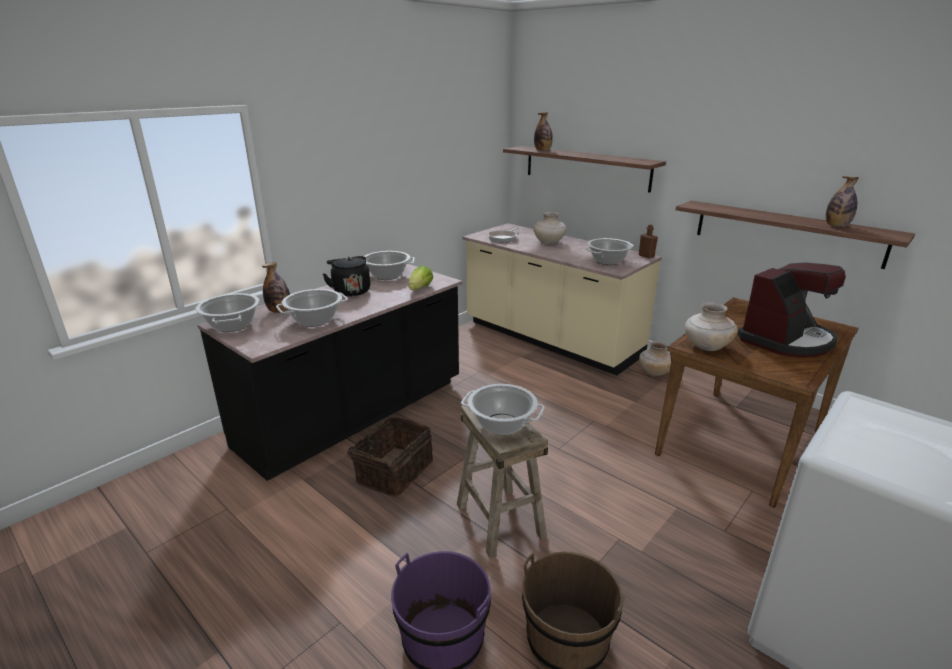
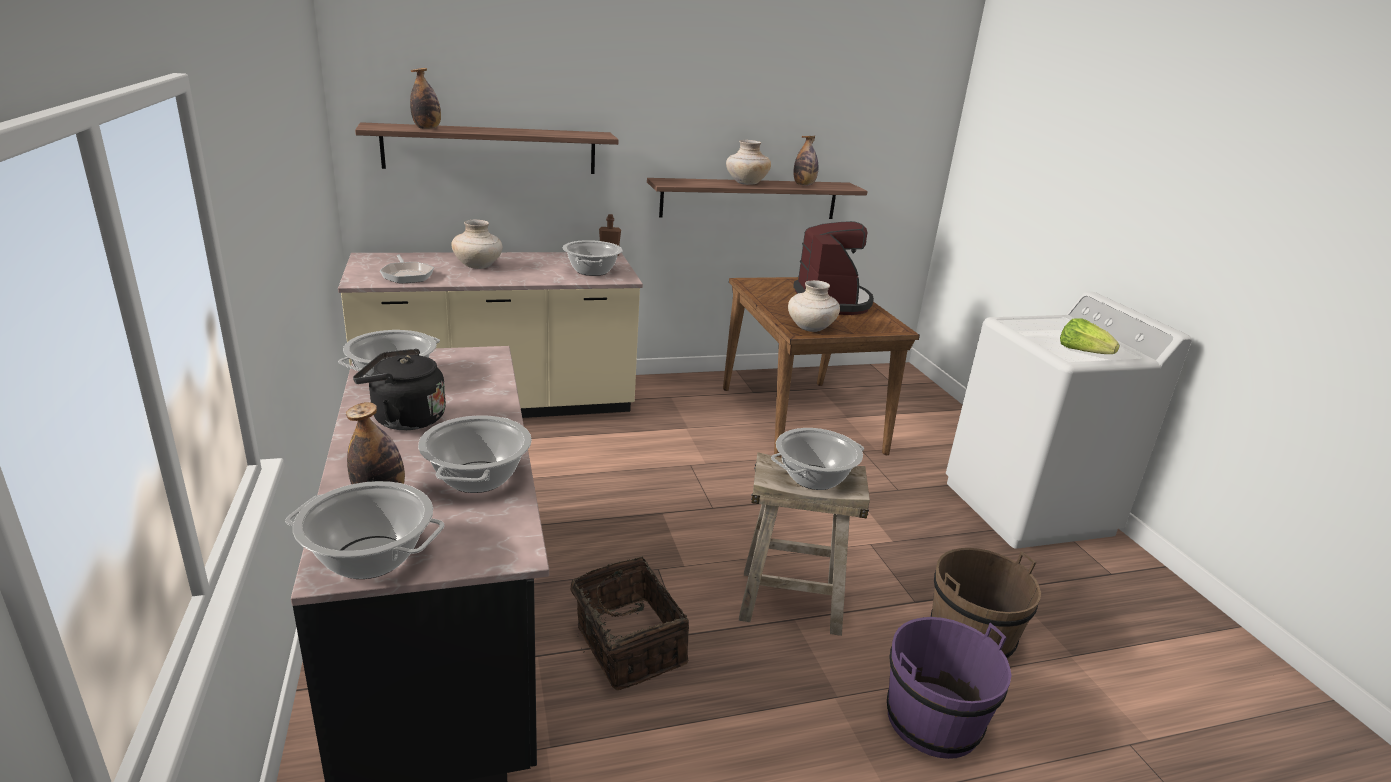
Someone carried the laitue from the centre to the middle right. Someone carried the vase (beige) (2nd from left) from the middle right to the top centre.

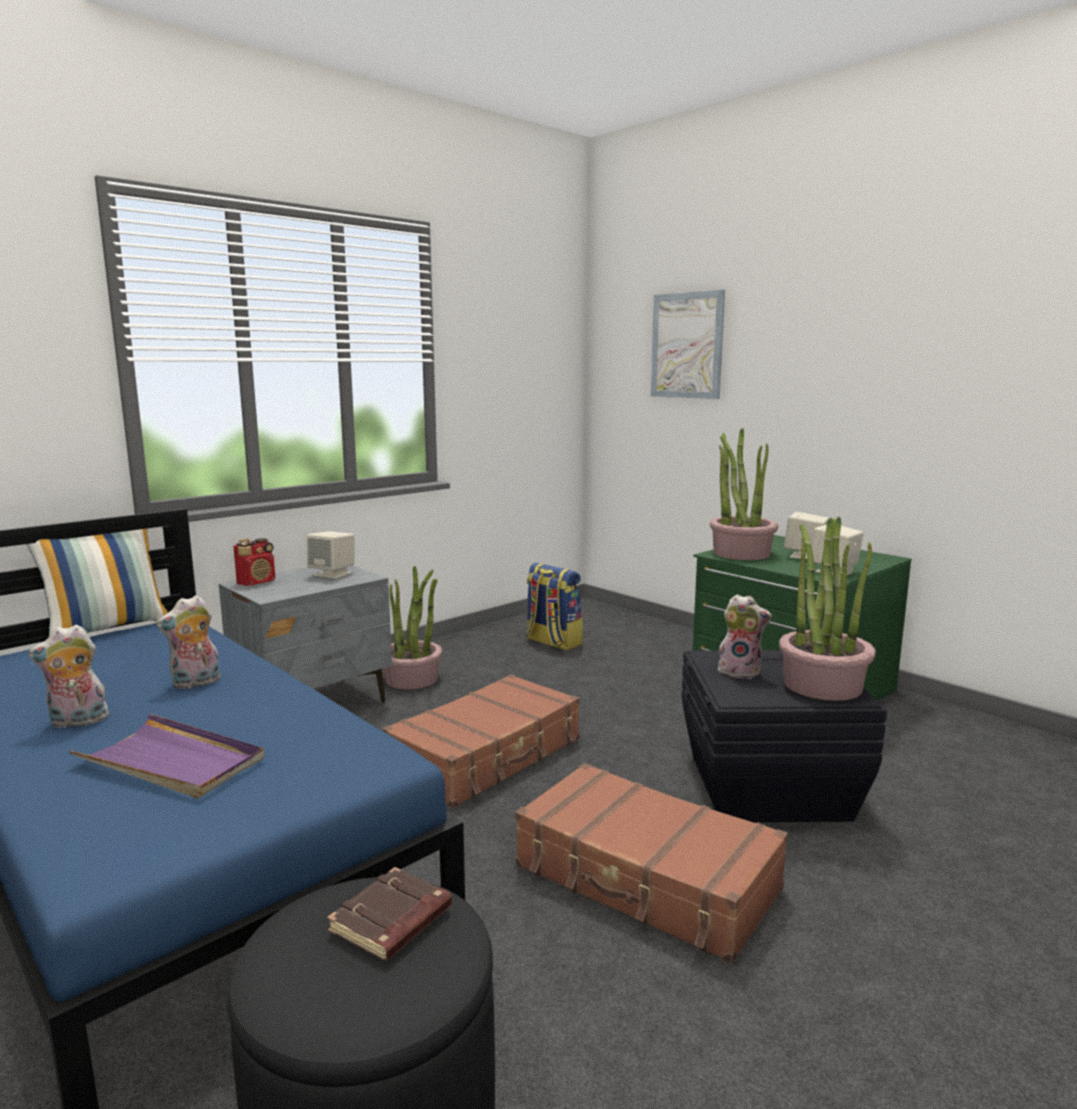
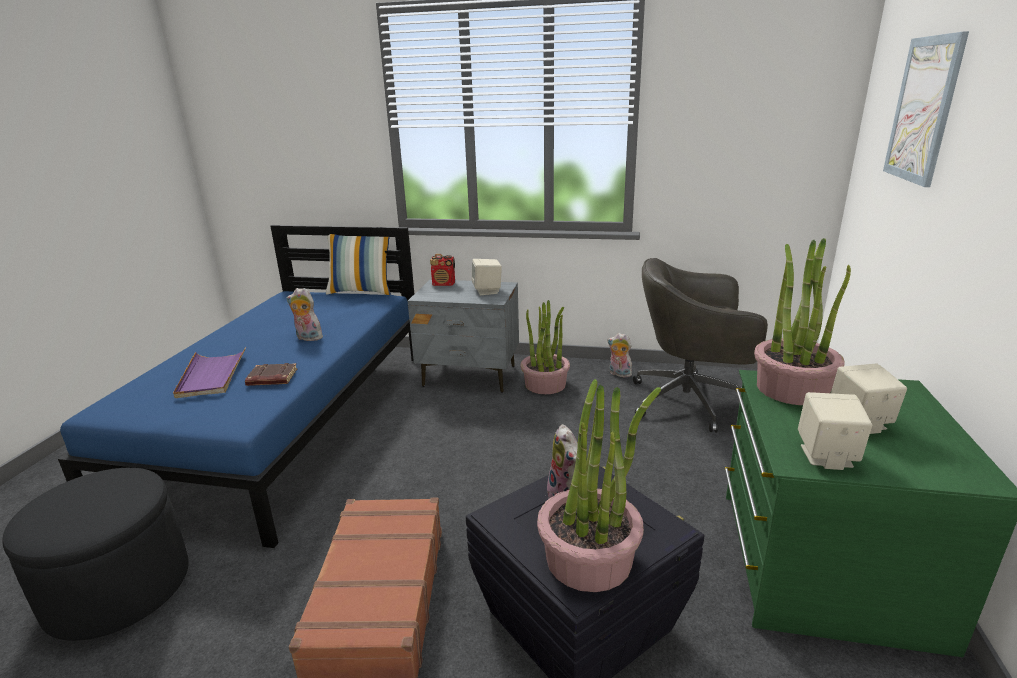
Someone swapped the sac à dos at the centre for the chaise de bureau (gris) at the middle right. Someone carried the peluche (1st from left in the first image) from the middle left to the centre. Someone took away the valise (marron) (1st from left) at the bottom centre. Someone carried the livre (marron) from the bottom centre to the middle left.

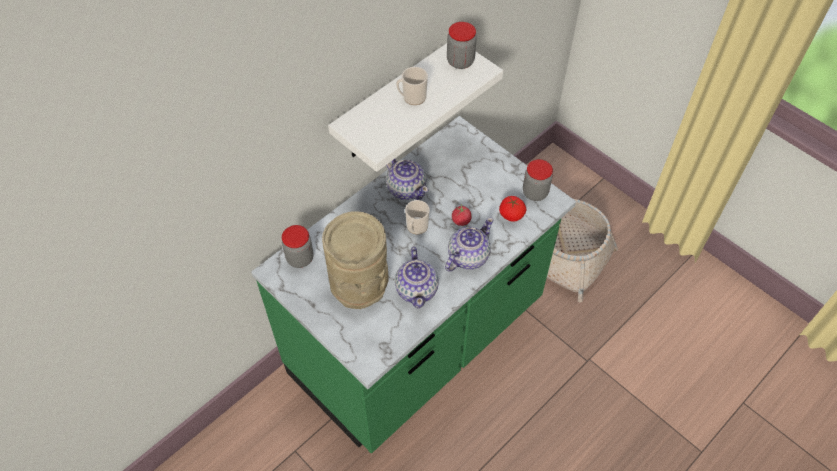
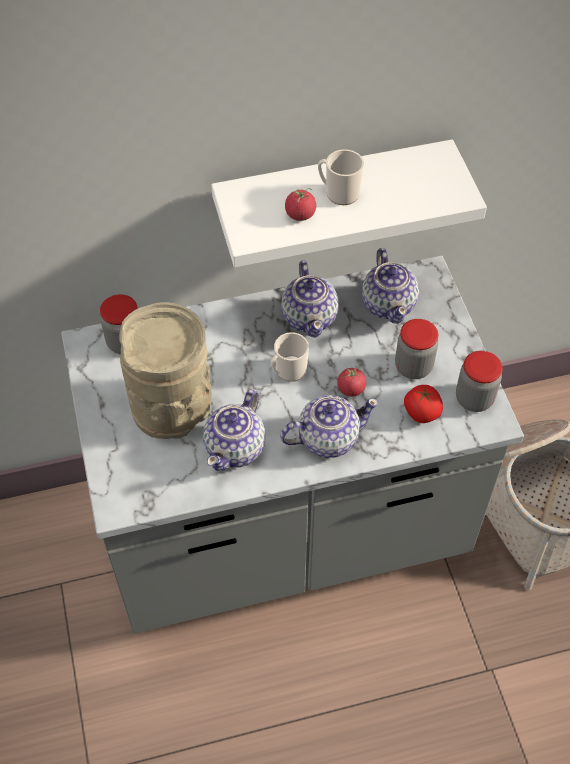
Someone carried the bocal (2nd from left) from the top centre to the middle right. Someone repainted the comptoir de cuisine (vert) at the centre, which became the comptoir de cuisine (gris) at the centre. Someone put down the tomate (1st from left) at the top centre. Someone put down the théière (4th from left) at the middle right.

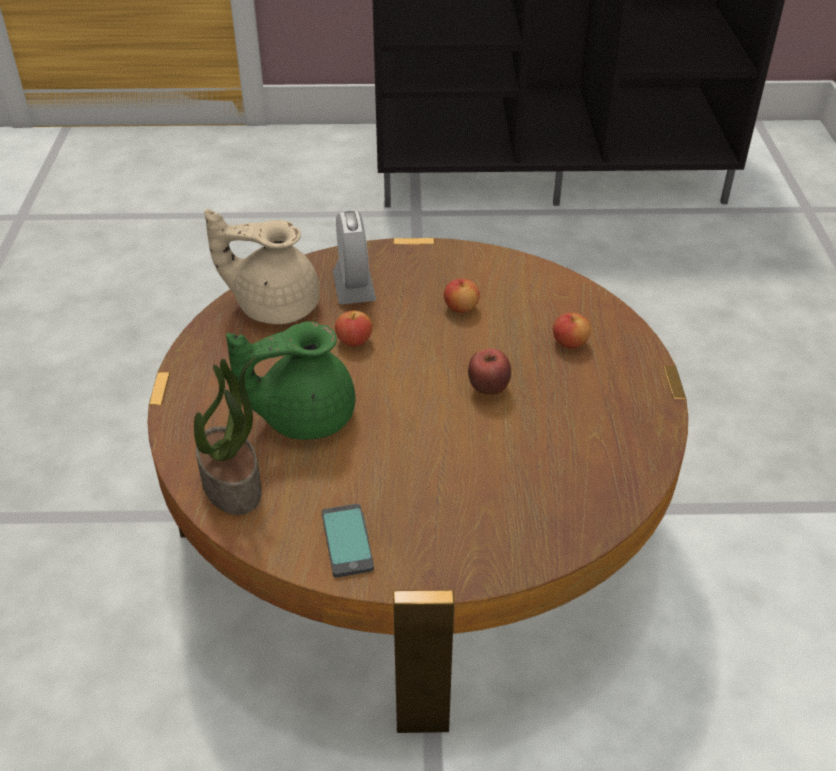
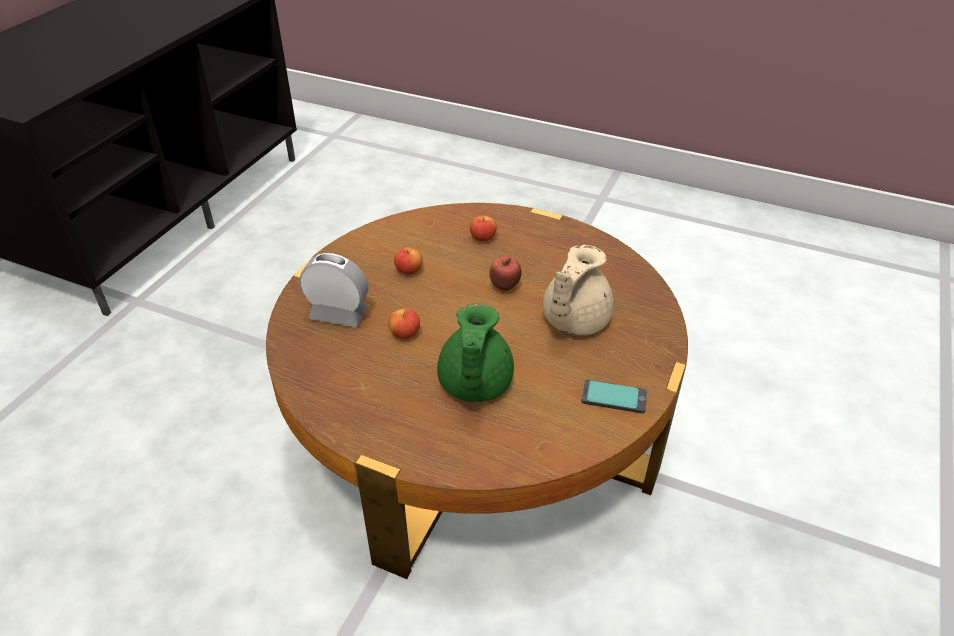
Someone carried the théière (beige) from the middle left to the centre. Someone took away the plante en pot at the middle left.

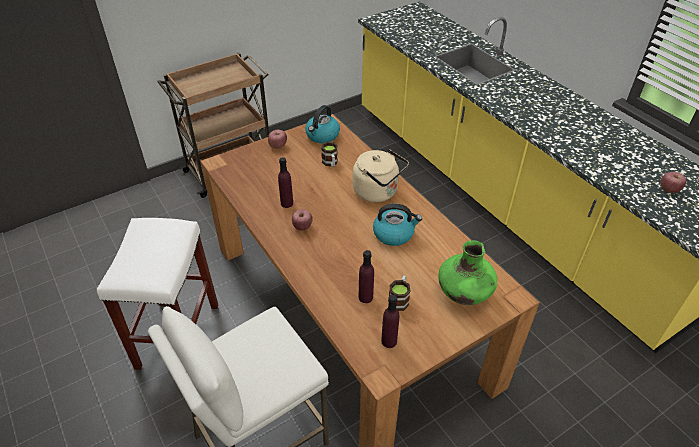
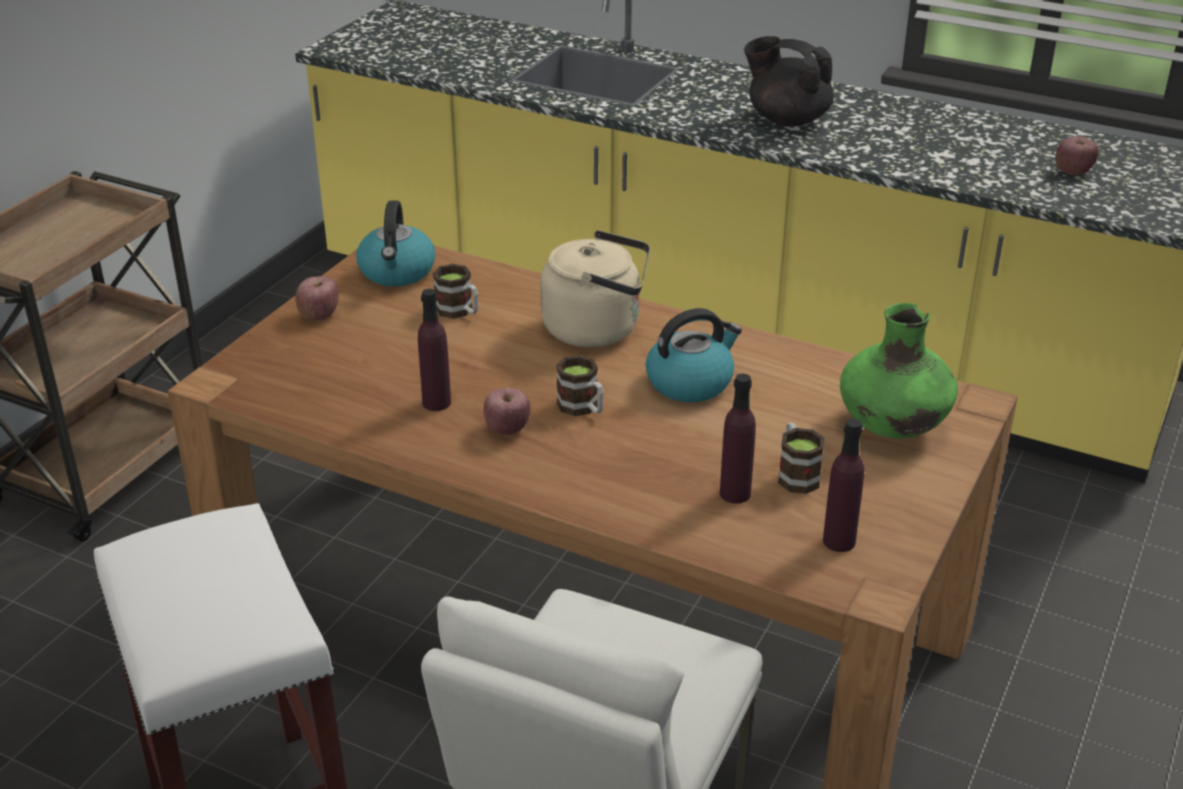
Someone put down the théière (noir) at the top right. Someone put down the mug (2nd from left) at the centre.

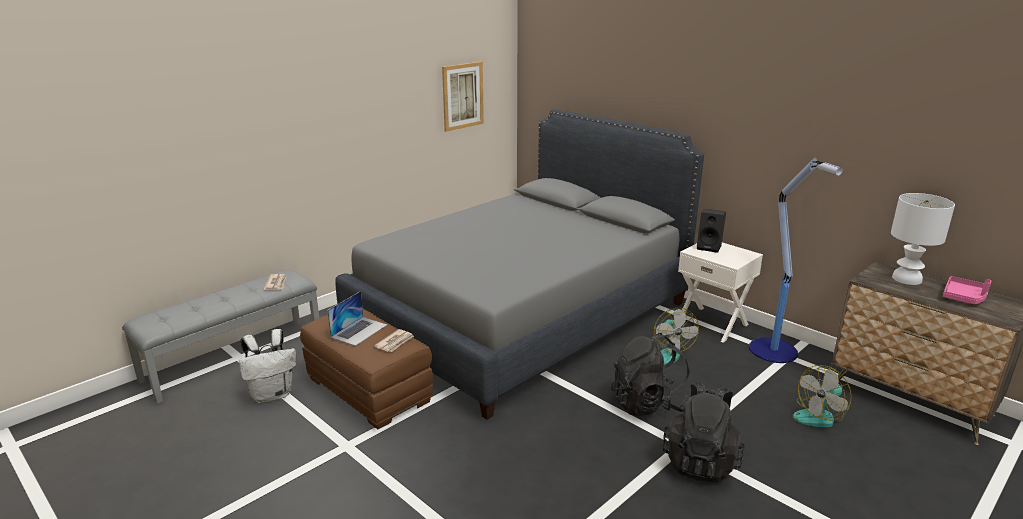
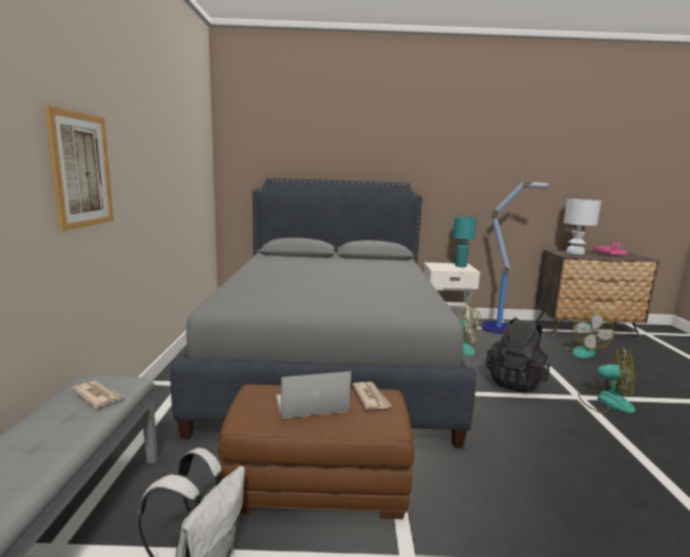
Someone carried the tableau from the top centre to the top left. Someone took away the enceinte (noir) at the middle right. Someone rotated the ordinateur portable at the centre by 90 degrees counterclockwise. Someone swapped the sac à dos (noir) (2nd from left) at the bottom right for the ventilateur (3rd from left) at the bottom right. Someone put down the lampe de table (turquoise) at the middle right.

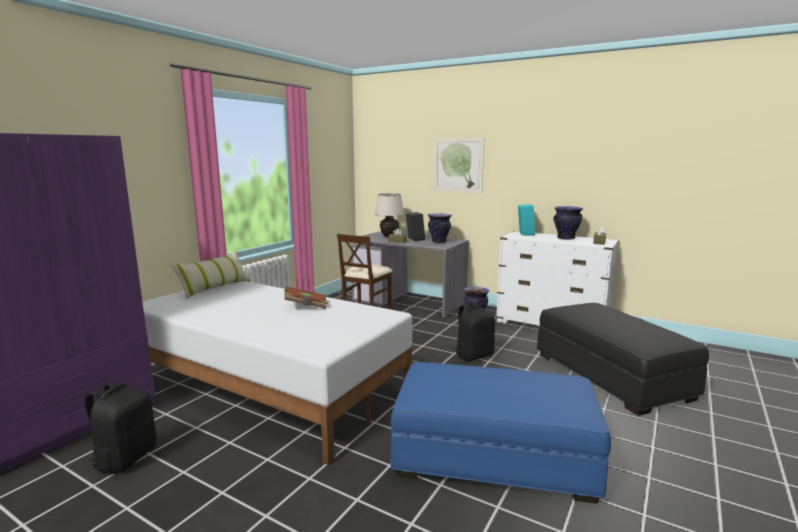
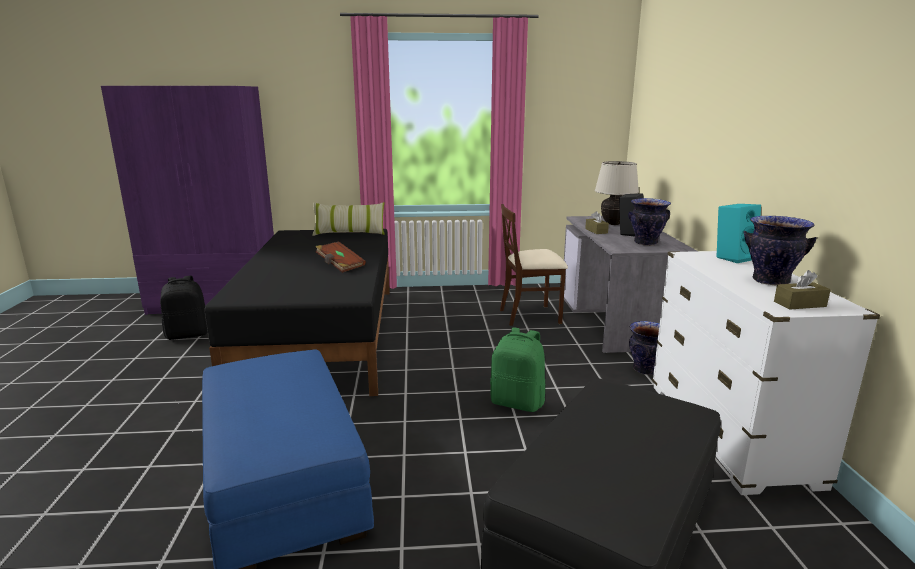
Someone took away the tableau at the top centre. Someone repainted the lit (blanc) at the bottom centre, which became the lit (noir) at the middle left. Someone repainted the sac à dos (noir) (2nd from left) at the centre, which became the sac à dos (vert) at the centre.

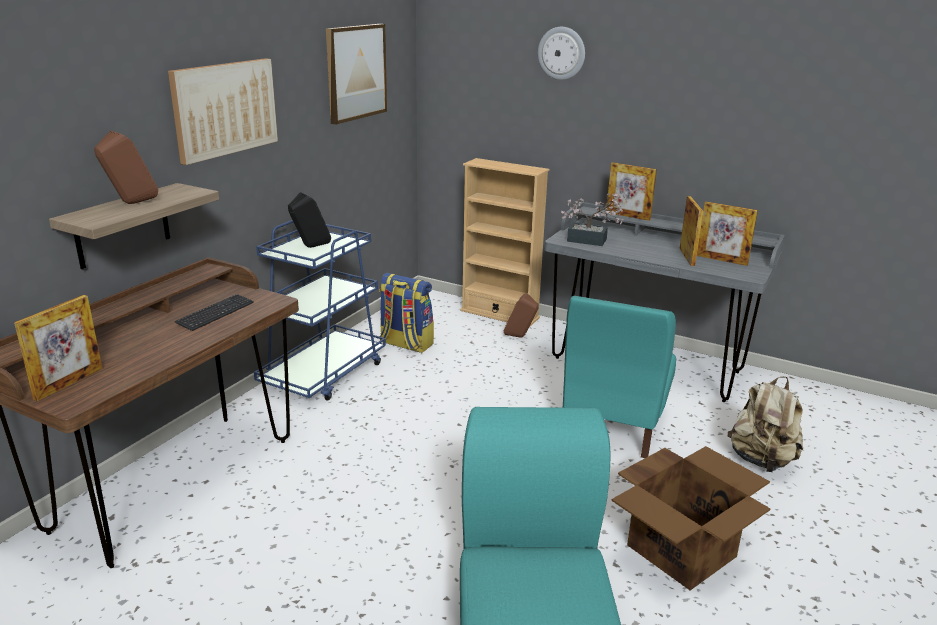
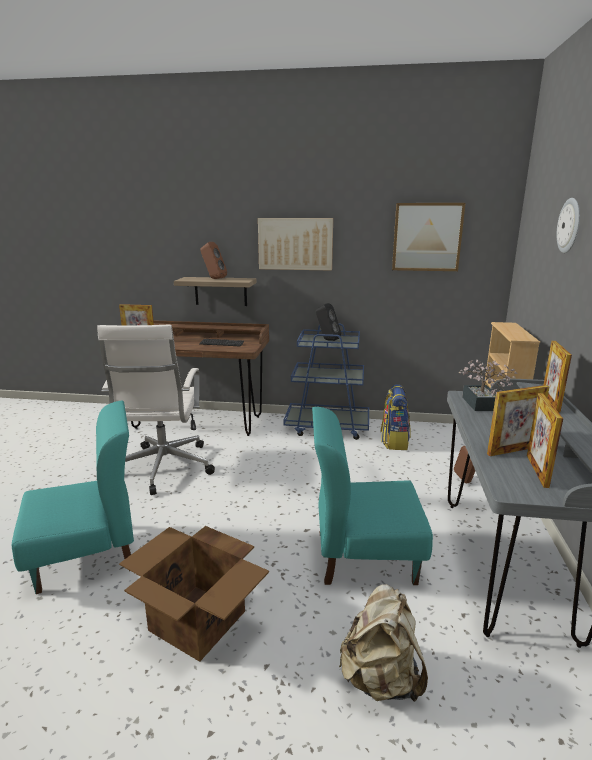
Someone put down the chaise de bureau (blanc) at the middle left.

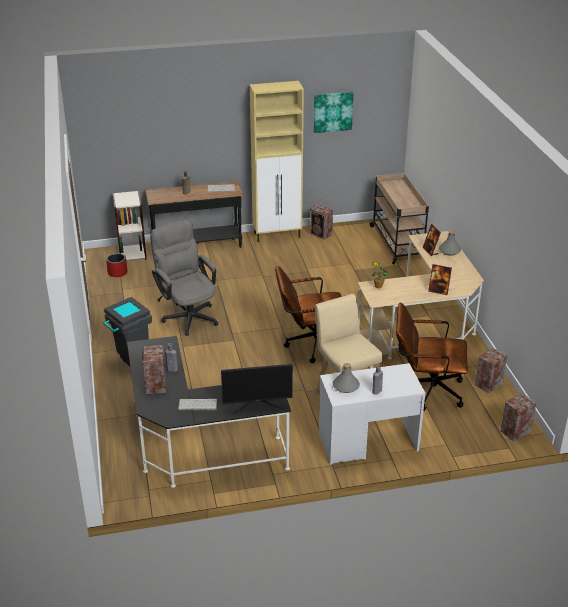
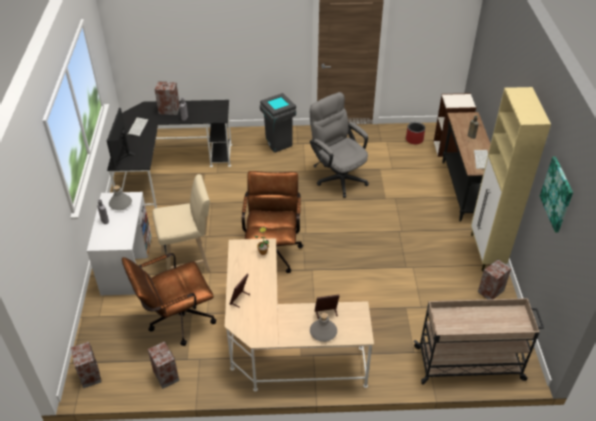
Someone rotated the chaise de bureau (gris) at the middle left by 105 degrees counterclockwise. Someone rotated the chaise de bureau (marron) (2nd from left in the first image) at the middle right by 135 degrees counterclockwise.

